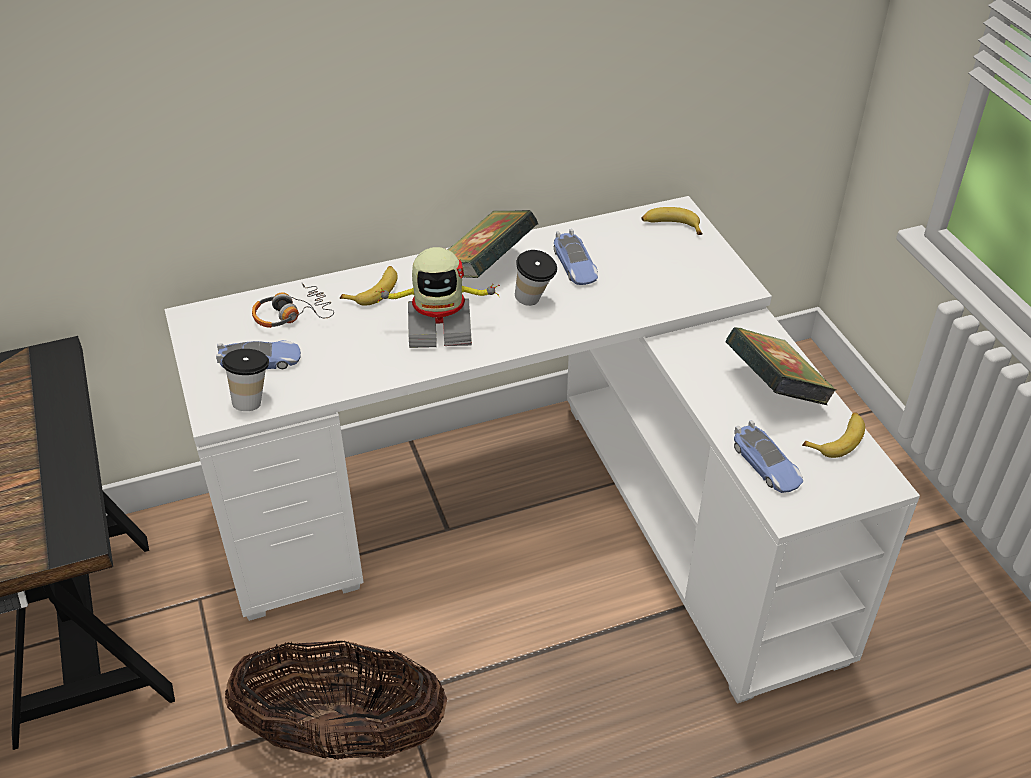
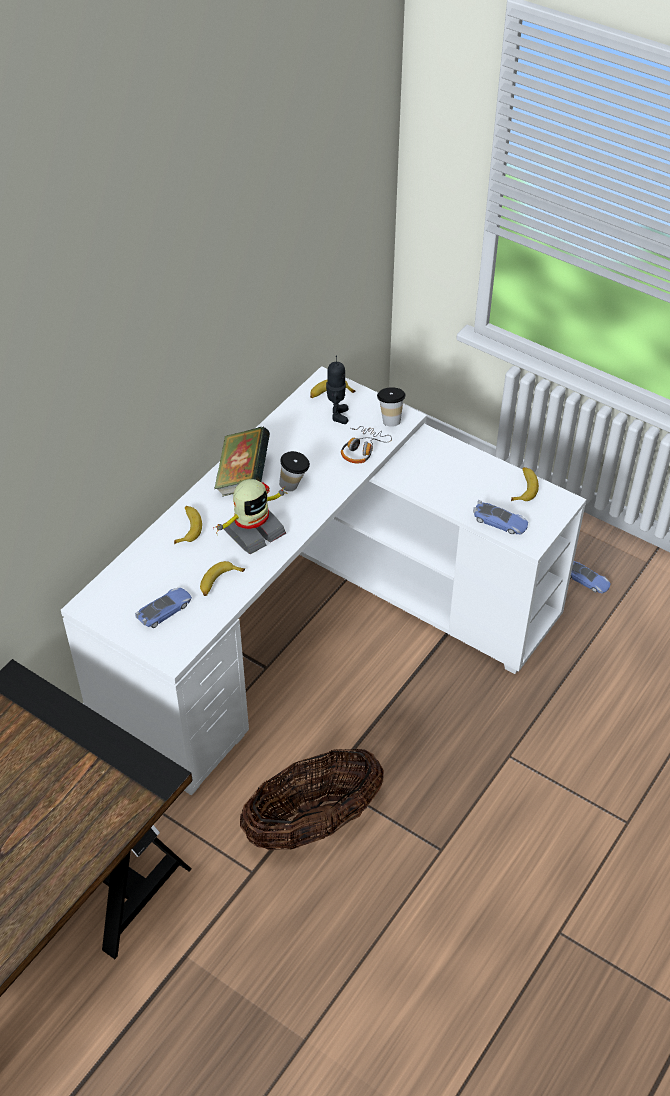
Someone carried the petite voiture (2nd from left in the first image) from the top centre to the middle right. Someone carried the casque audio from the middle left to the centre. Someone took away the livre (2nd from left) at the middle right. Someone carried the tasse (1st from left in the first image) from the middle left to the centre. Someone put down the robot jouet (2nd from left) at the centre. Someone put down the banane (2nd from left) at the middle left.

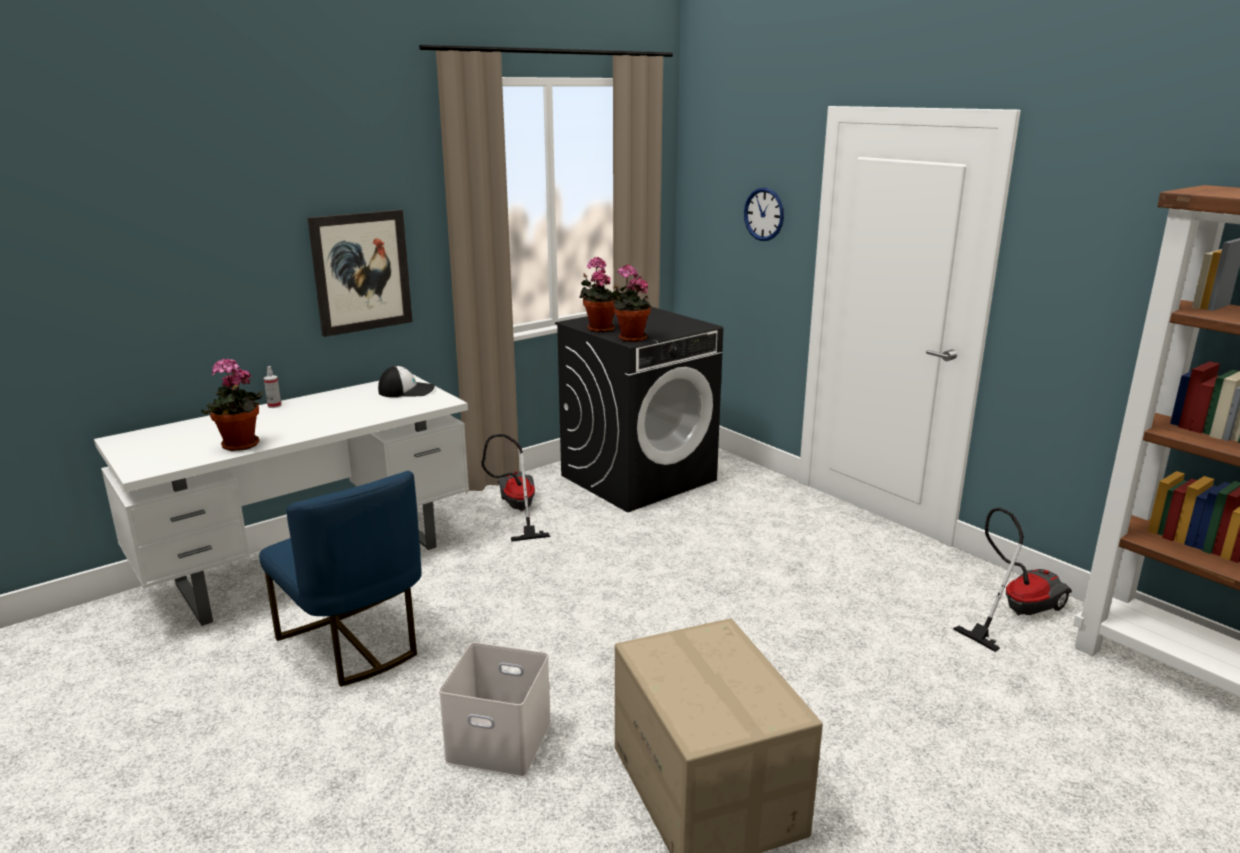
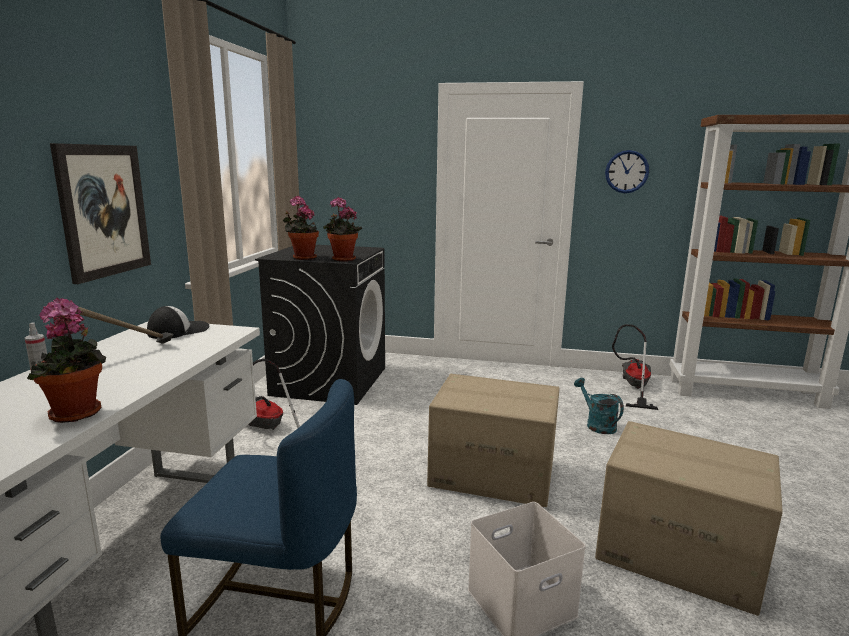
Someone carried the horloge murale from the top centre to the top right. Someone put down the marteau at the middle left. Someone put down the carton (1st from left) at the bottom centre. Someone put down the arrosoir (turquoise) at the middle right.

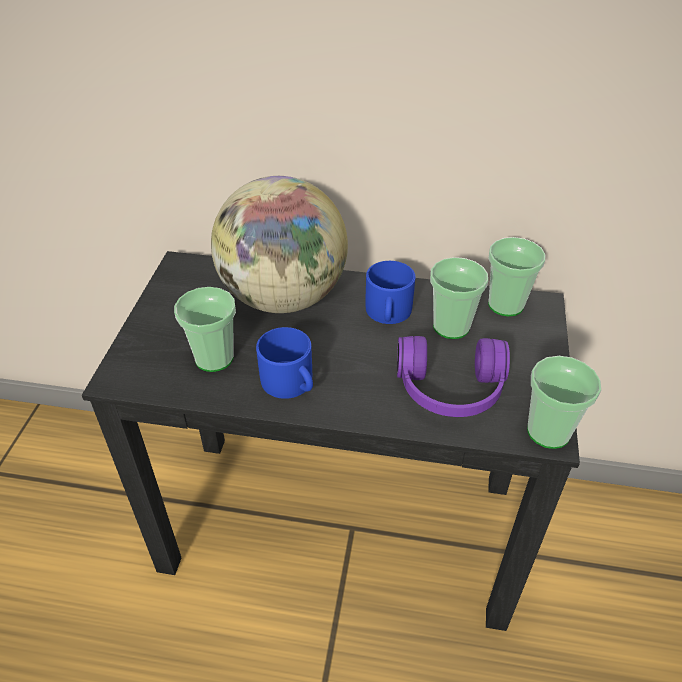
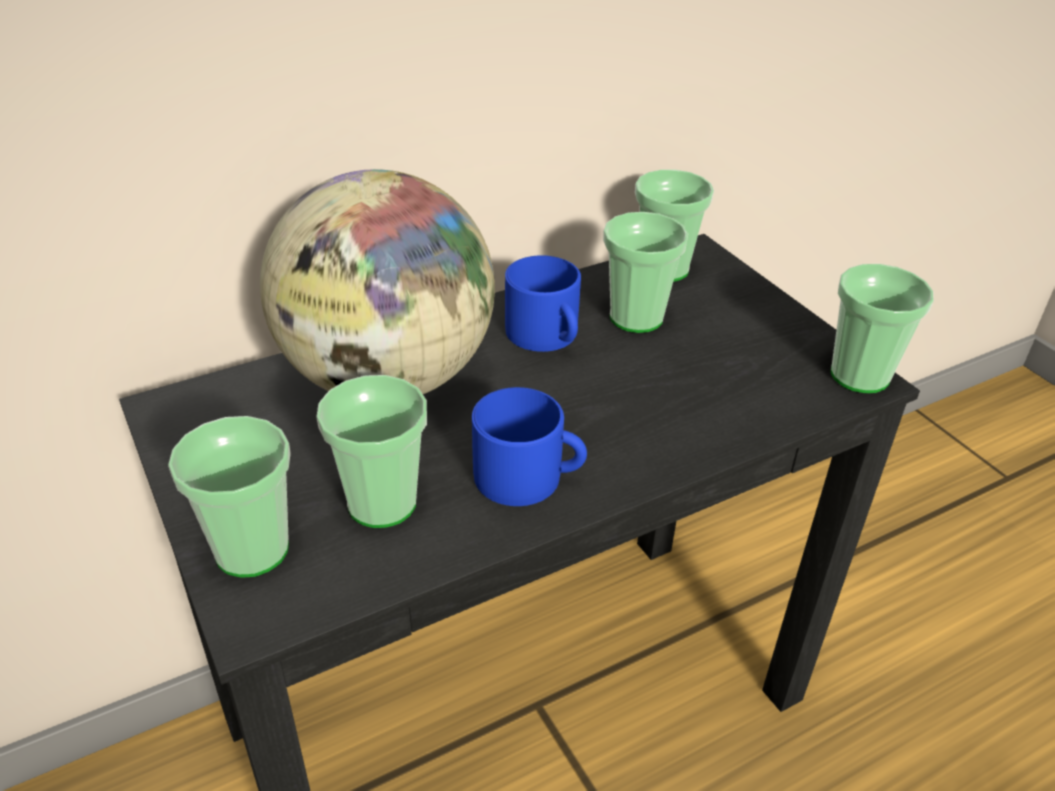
Someone took away the casque audio (violet) at the centre. Someone put down the tasse (1st from left) at the middle left.

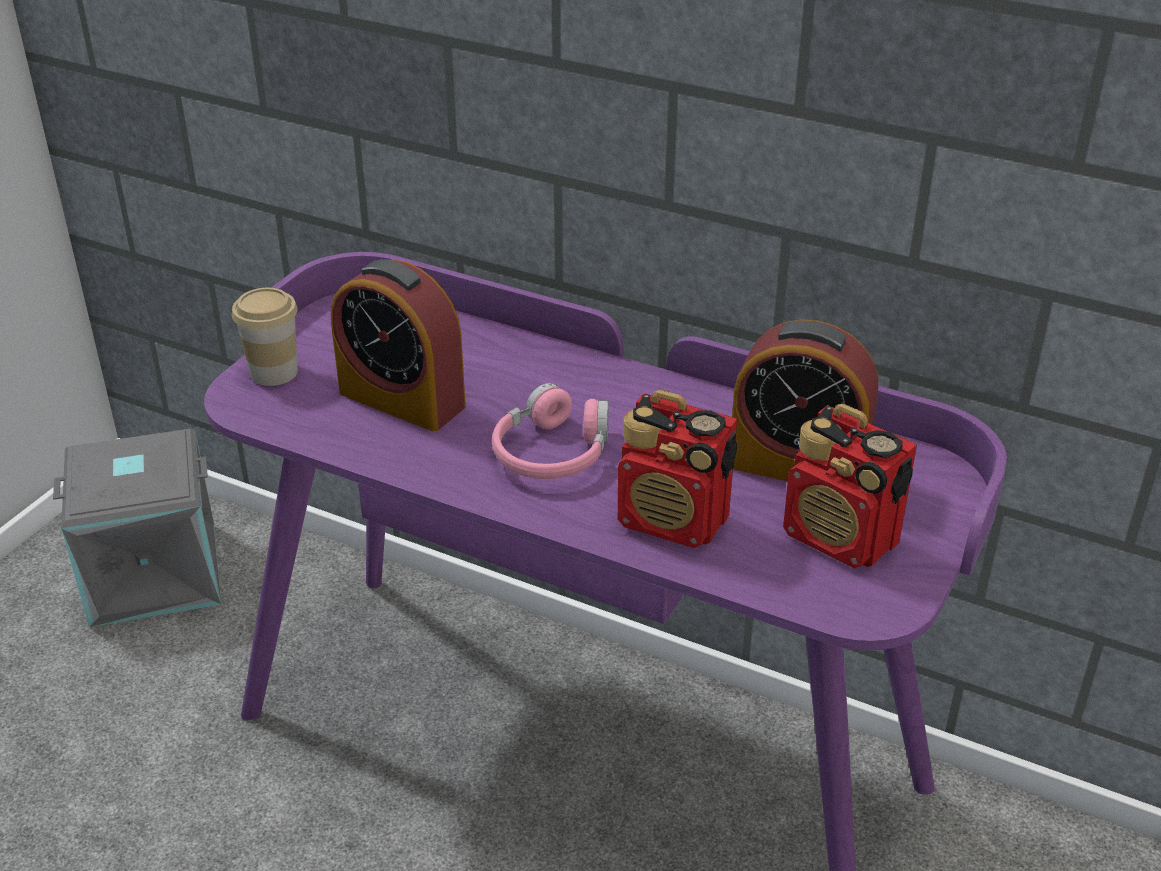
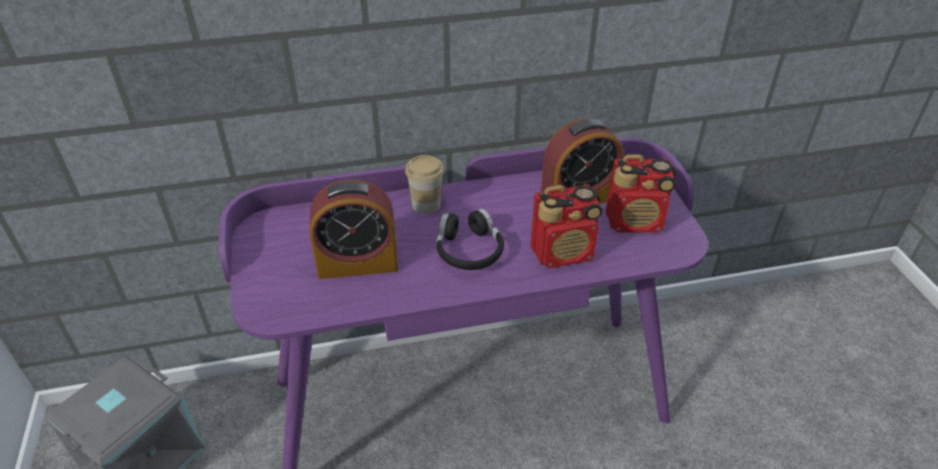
Someone carried the tasse from the middle left to the centre. Someone repainted the casque audio (rose) at the centre, which became the casque audio (noir) at the centre.

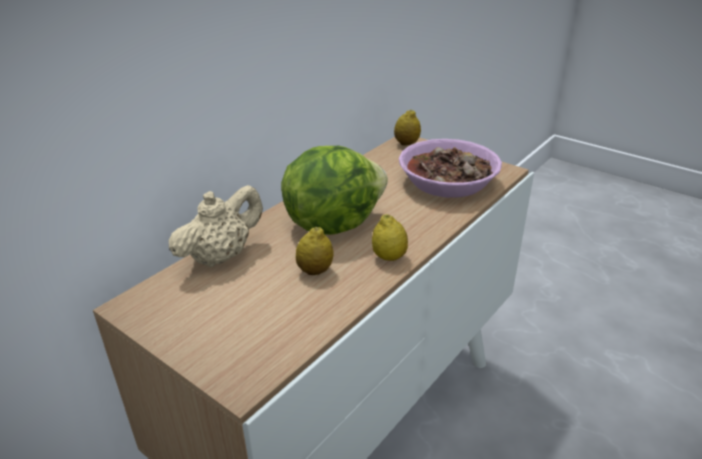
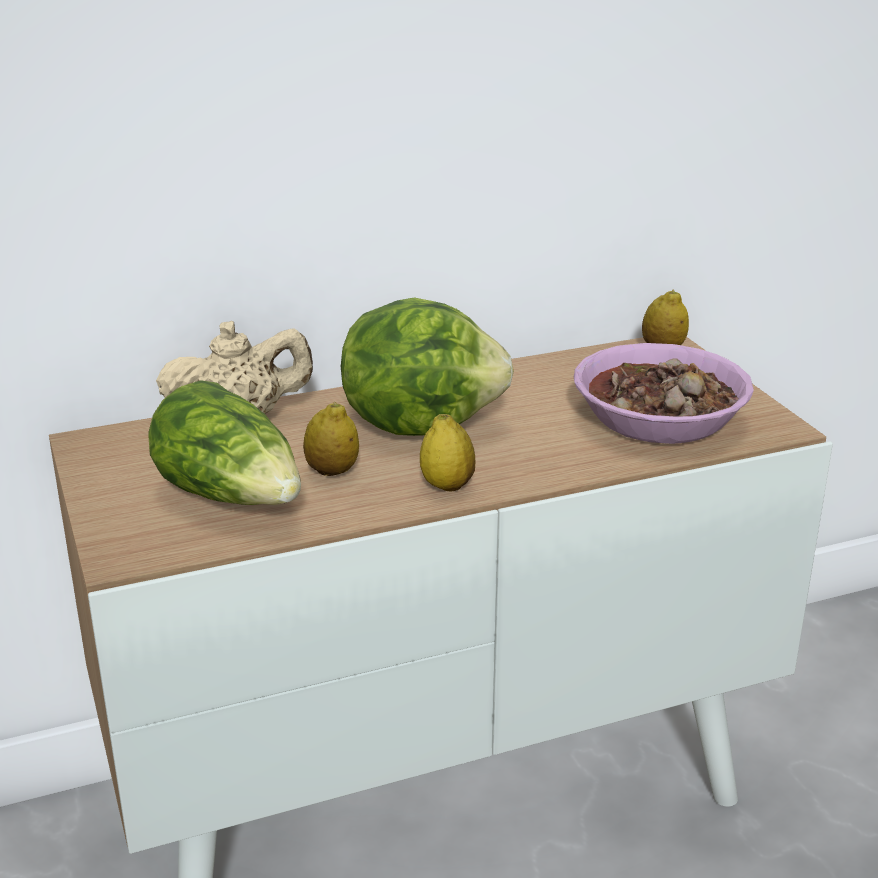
Someone put down the laitue (1st from left) at the middle left.

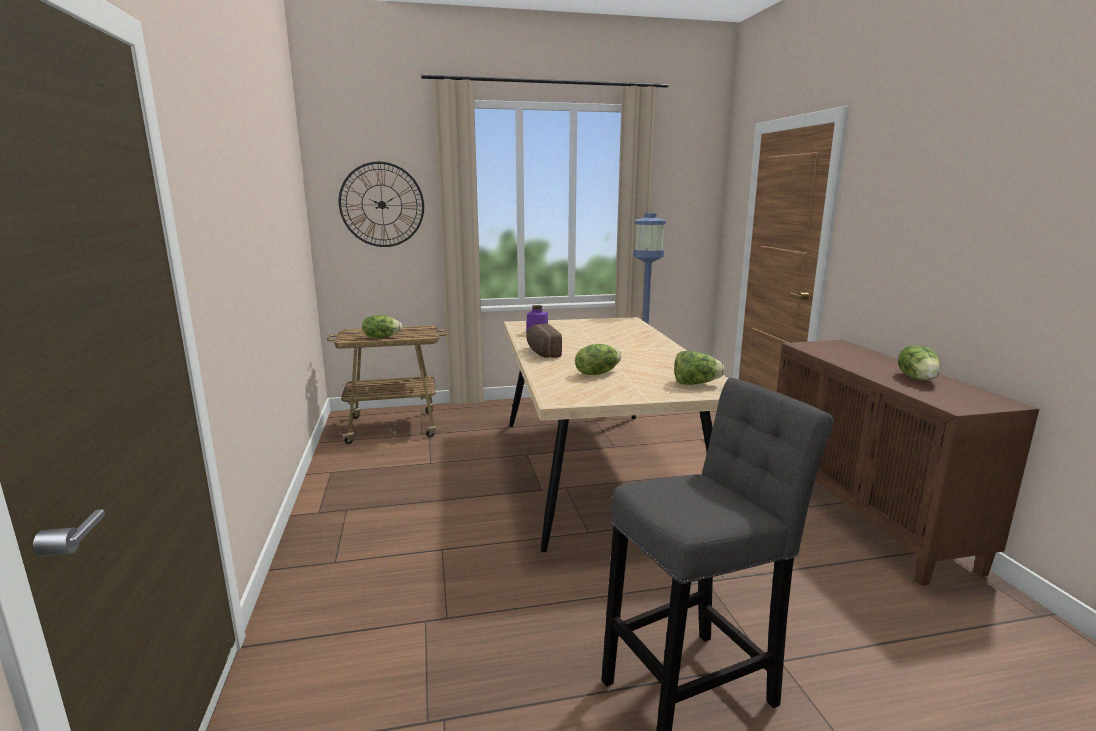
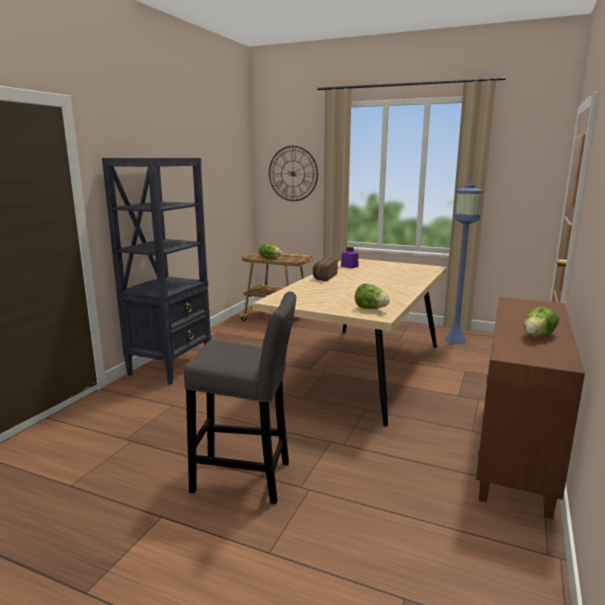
Someone took away the laitue (2nd from left) at the centre. Someone put down the bibliothèque (noir) at the middle left.

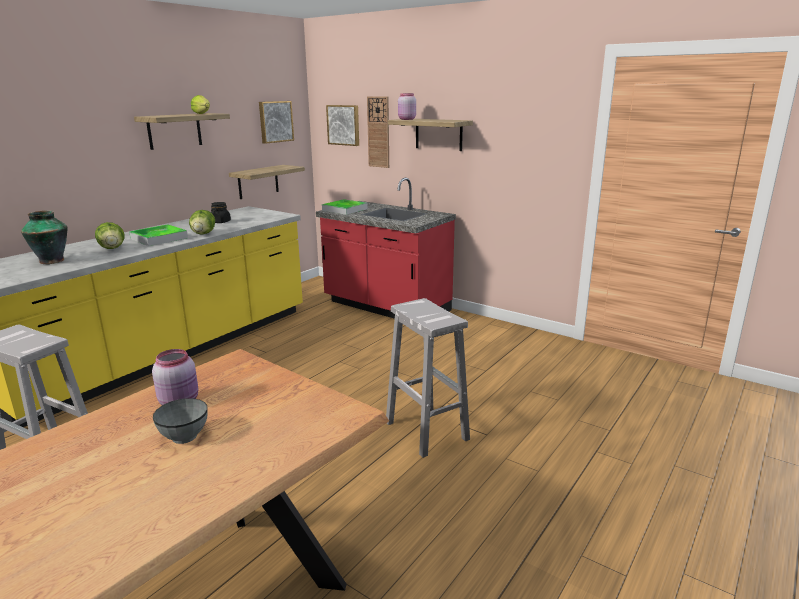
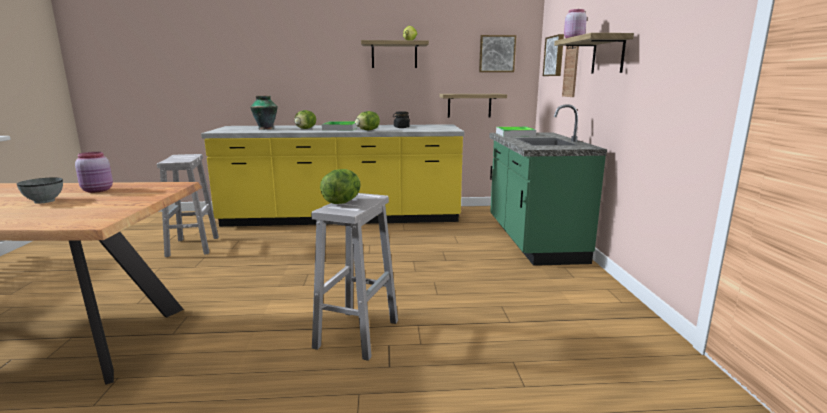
Someone repainted the comptoir de cuisine (rouge) at the centre, which became the comptoir de cuisine (vert) at the centre. Someone put down the laitue (2nd from left) at the centre.

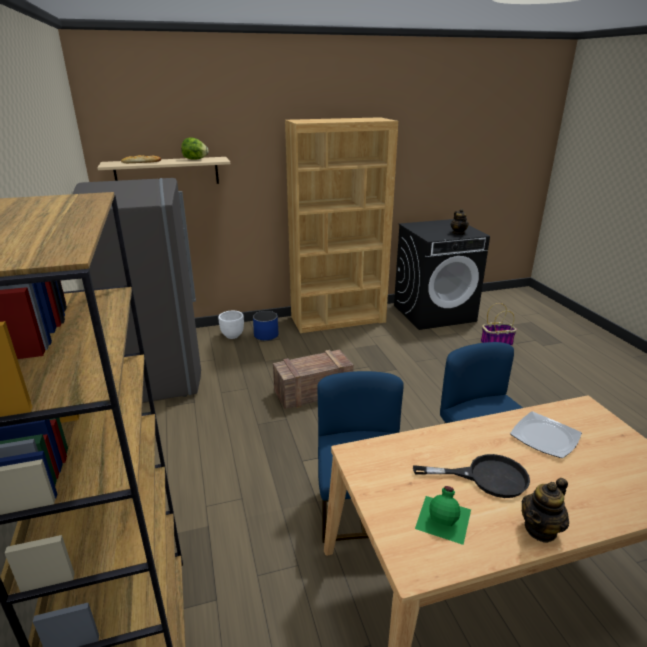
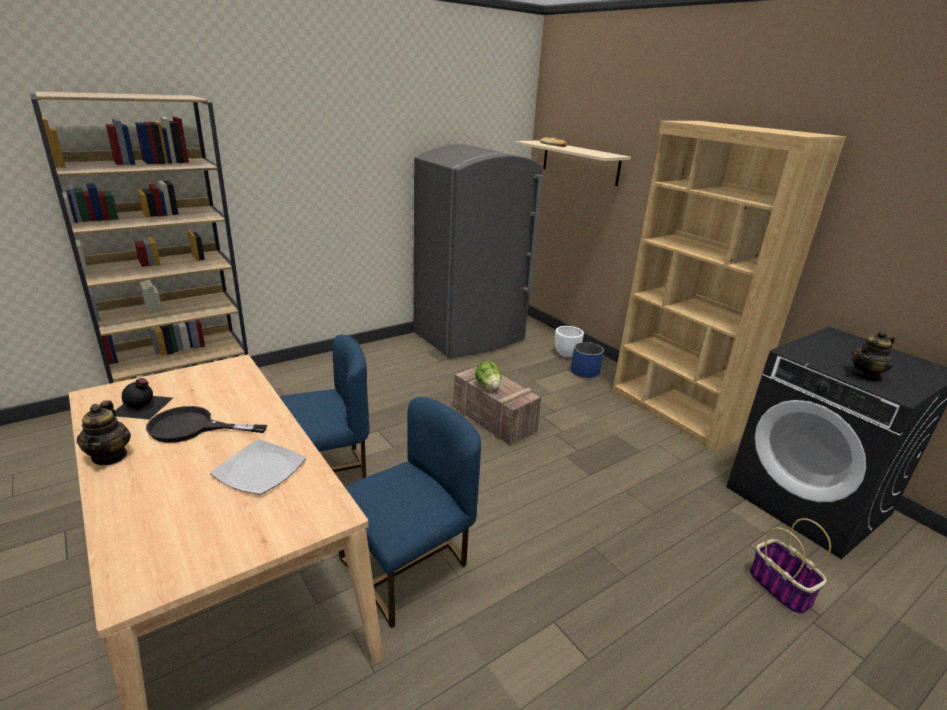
Someone carried the laitue from the top left to the centre. Someone rotated the poêle (noir) at the bottom right by 105 degrees clockwise. Someone rotated the théière (2nd from left in the first image) at the bottom right by 135 degrees counterclockwise. Someone repainted the bouteille (vert) at the bottom right, which became the bouteille (noir) at the middle left.

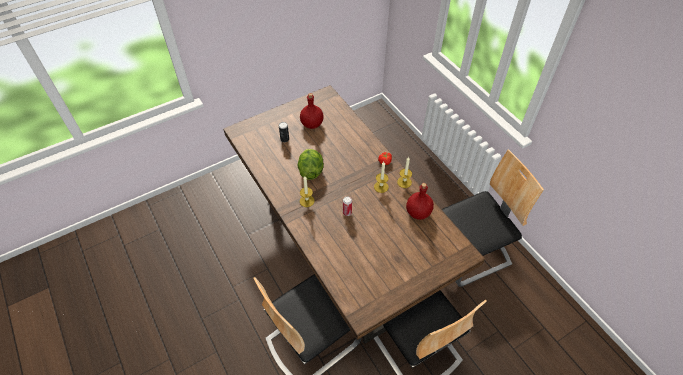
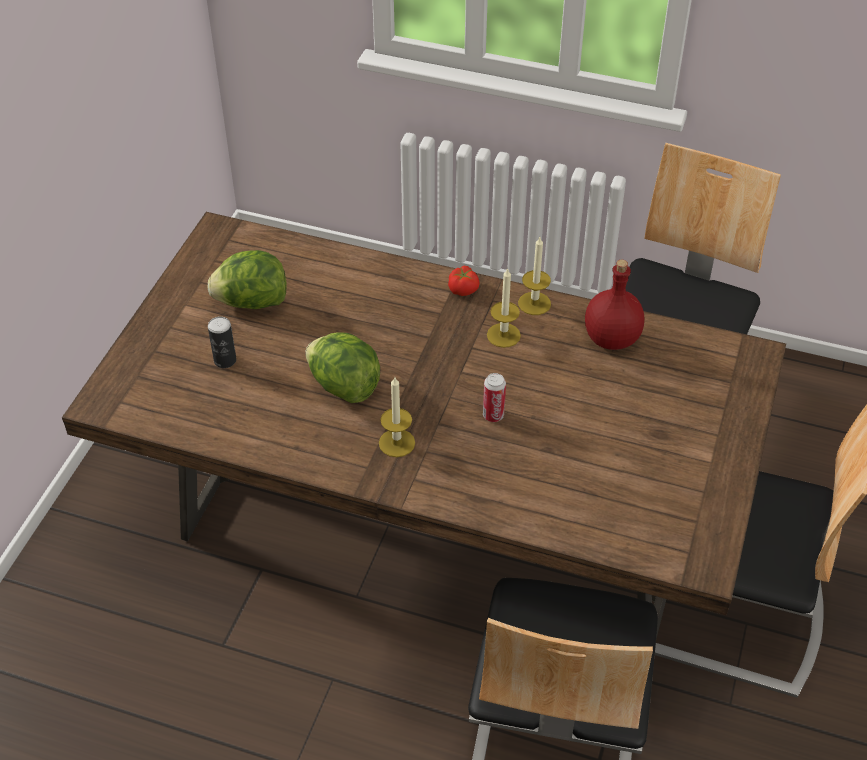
Someone swapped the bouteille (rouge) (1st from left) at the top centre for the laitue (1st from left) at the middle left.

